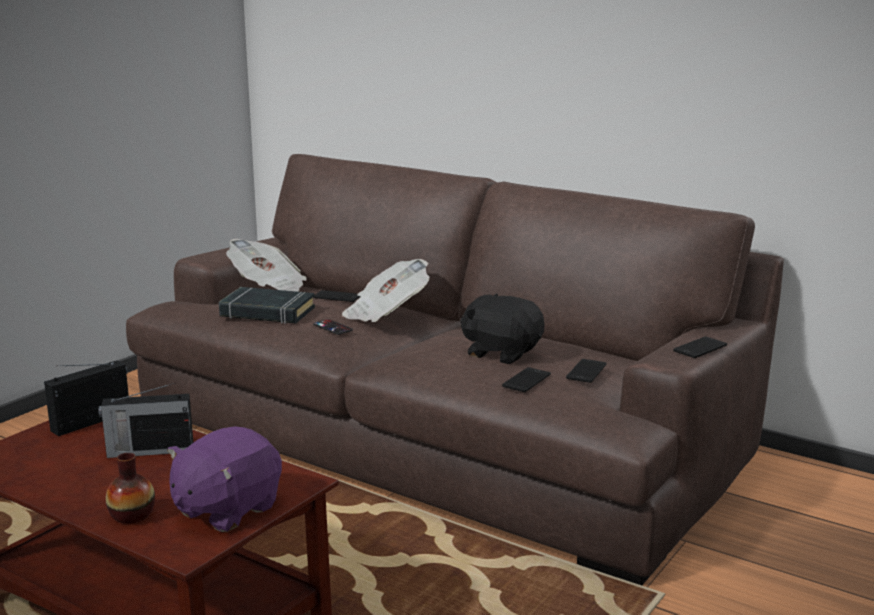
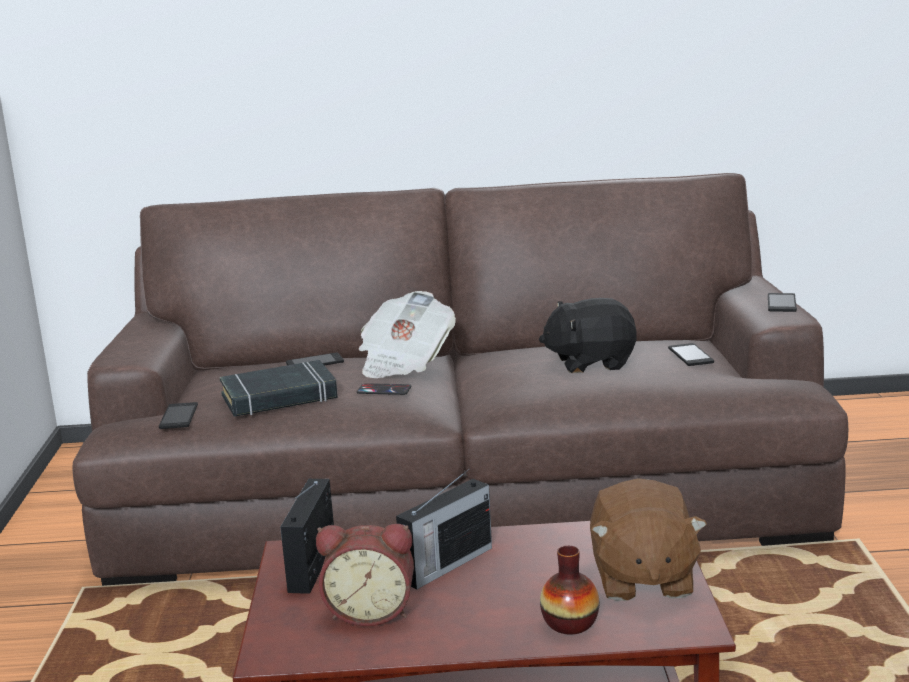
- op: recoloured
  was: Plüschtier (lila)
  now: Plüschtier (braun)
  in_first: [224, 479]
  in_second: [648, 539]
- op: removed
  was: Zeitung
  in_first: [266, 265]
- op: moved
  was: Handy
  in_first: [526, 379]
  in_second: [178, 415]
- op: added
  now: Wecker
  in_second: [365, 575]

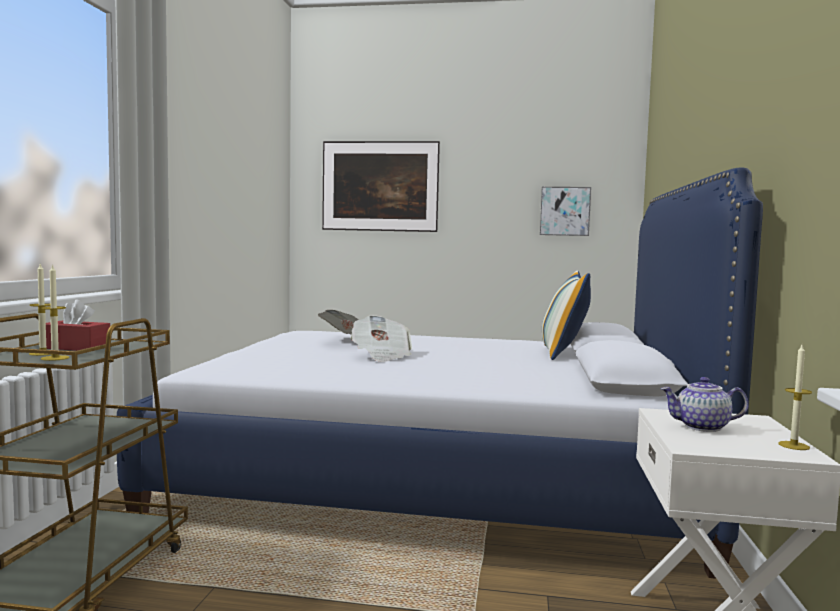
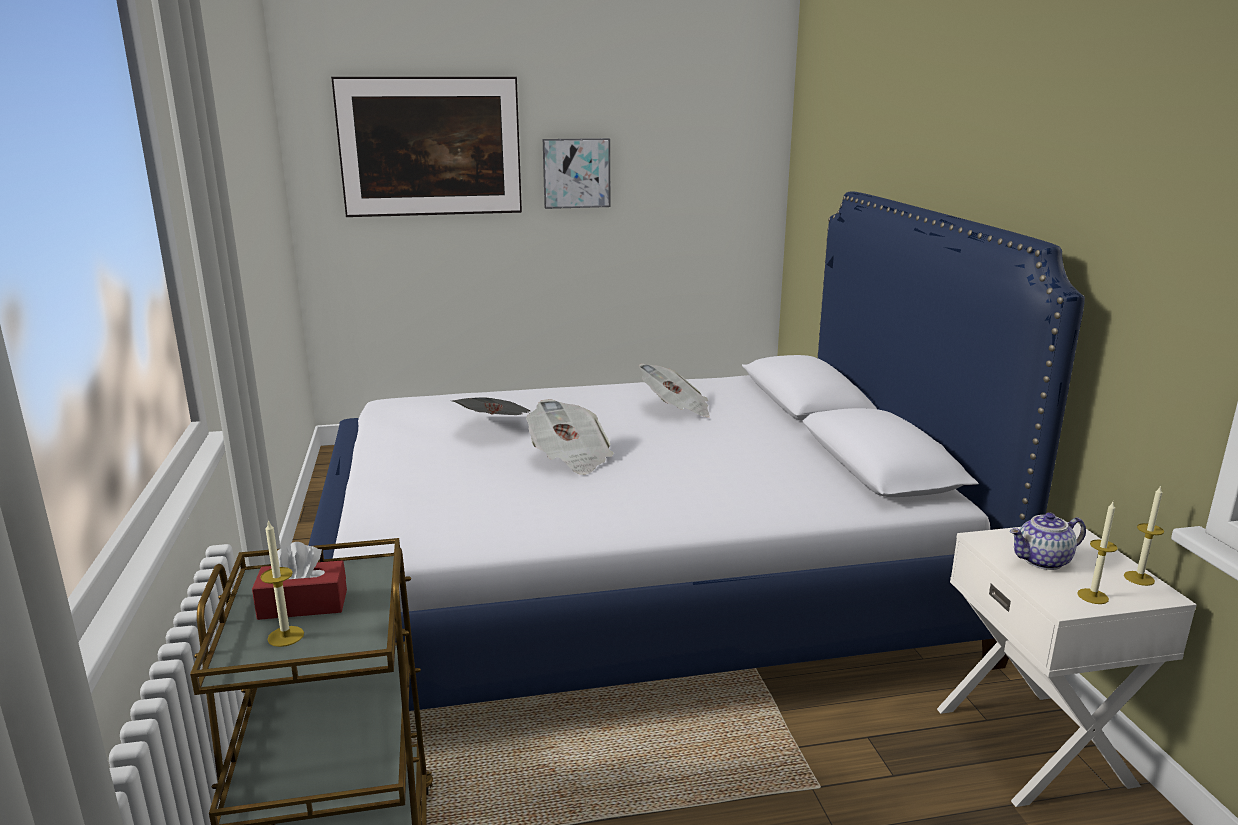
- op: moved
  was: Kerze
  in_first: [55, 312]
  in_second: [1097, 553]
- op: moved
  was: Bild
  in_first: [565, 211]
  in_second: [576, 173]
- op: removed
  was: Kissen
  in_first: [566, 315]
- op: added
  now: Zeitung
  in_second: [674, 390]

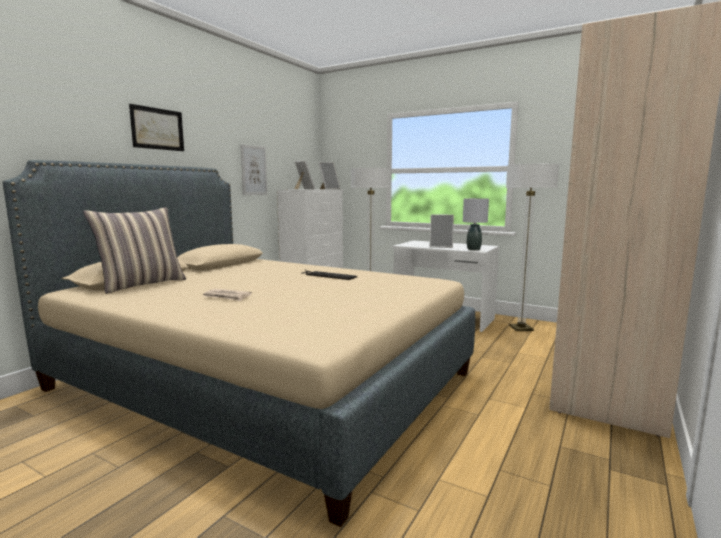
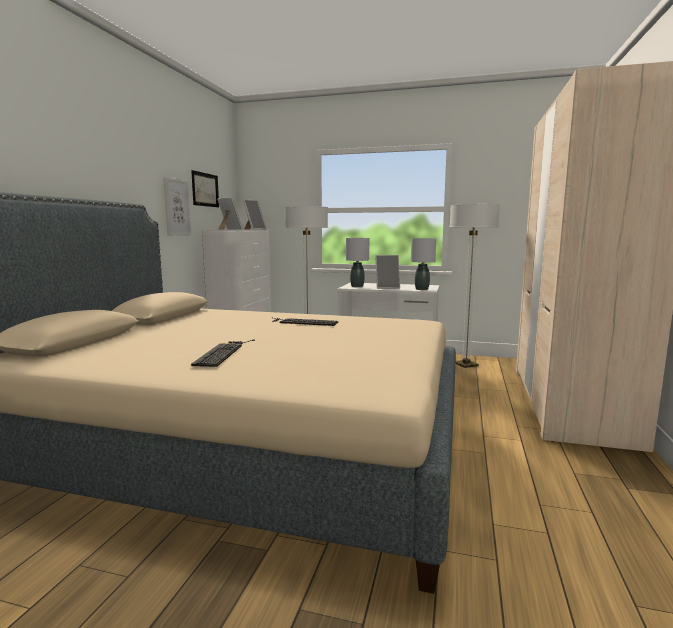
- op: removed
  was: Kissen
  in_first: [134, 250]
- op: moved
  was: Bild
  in_first: [156, 127]
  in_second: [205, 188]
- op: replaced
  was: Zeitung
  now: Tastatur
  in_first: [227, 295]
  in_second: [223, 353]
- op: added
  now: Tischlampe (grau)
  in_second: [357, 262]

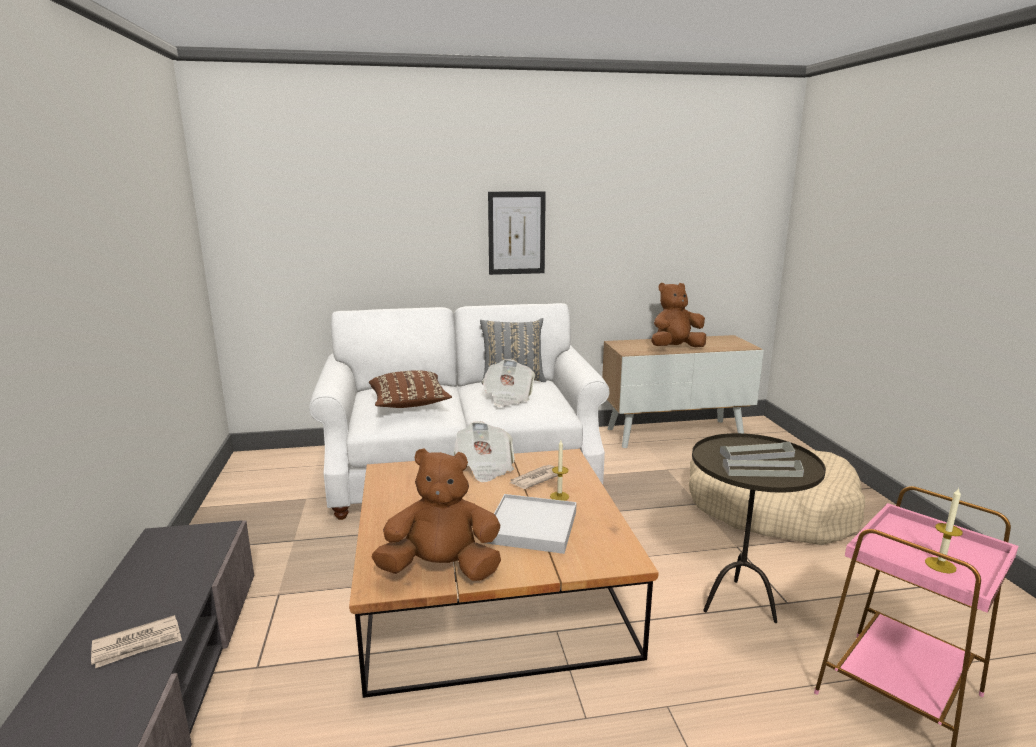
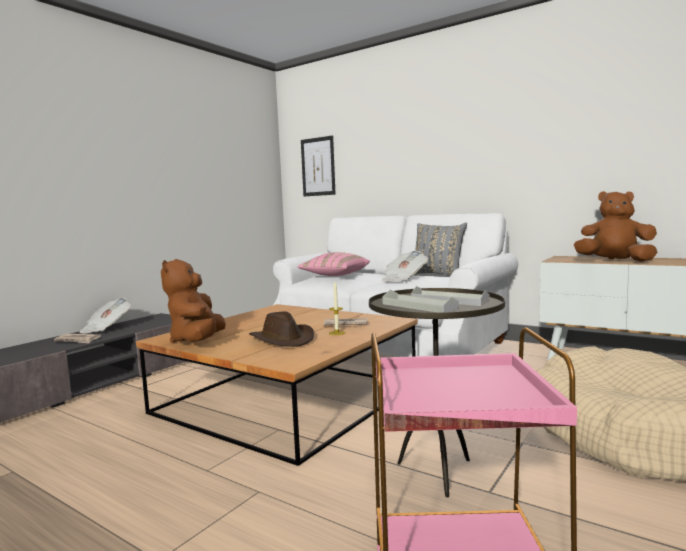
- op: recoloured
  was: Kissen (braun)
  now: Kissen (rosa)
  in_first: [410, 389]
  in_second: [333, 264]
- op: turned
  was: Plüschtier (braun)
  in_first: [436, 514]
  in_second: [193, 301]
  clockwise: -135
- op: moved
  was: Zeitung
  in_first: [483, 451]
  in_second: [105, 316]
- op: replaced
  was: Tablett (weiß)
  now: Hut (braun)
  in_first: [531, 524]
  in_second: [281, 329]
- op: moved
  was: Bild
  in_first: [517, 233]
  in_second: [318, 165]
- op: removed
  was: Kerze
  in_first: [944, 530]

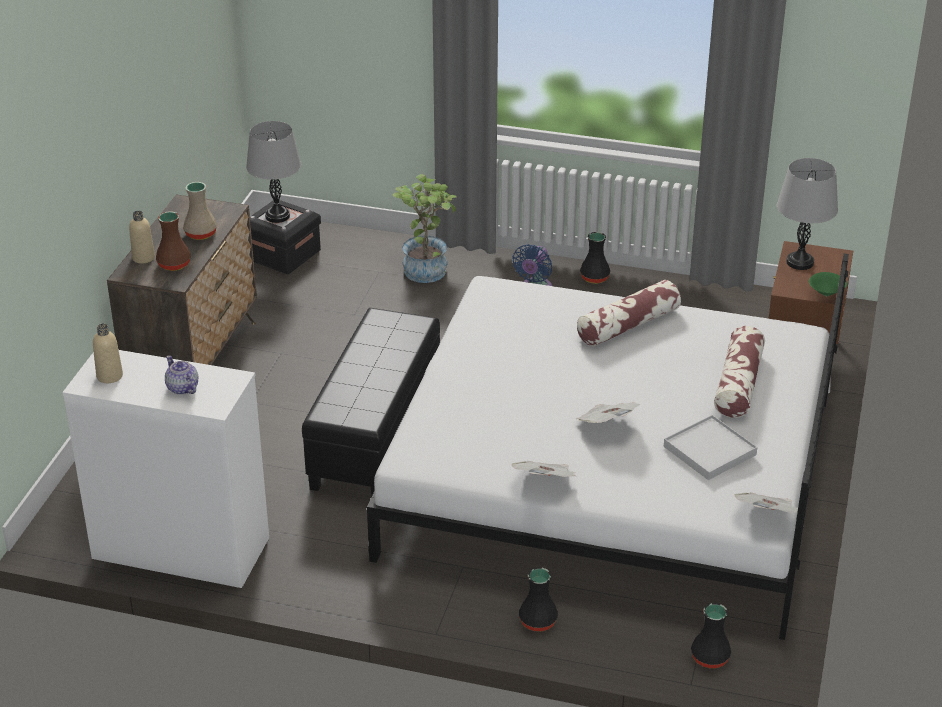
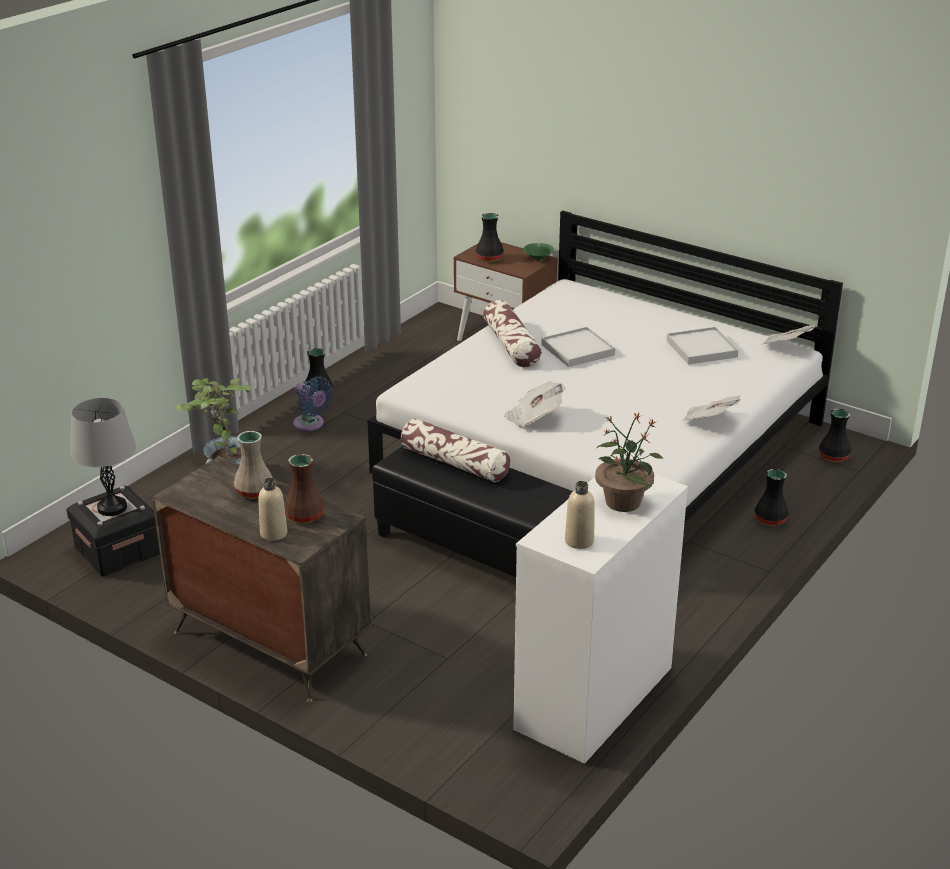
- op: replaced
  was: Teekanne
  now: Topfpflanze
  in_first: [181, 375]
  in_second: [629, 462]
- op: moved
  was: Zeitung
  in_first: [608, 412]
  in_second: [535, 404]
- op: moved
  was: Kissen
  in_first: [739, 372]
  in_second: [455, 450]
- op: replaced
  was: Tischlampe (grau)
  now: Vase (schwarz)
  in_first: [807, 214]
  in_second: [490, 237]
- op: added
  now: Tablett (weiß)
  in_second: [578, 347]

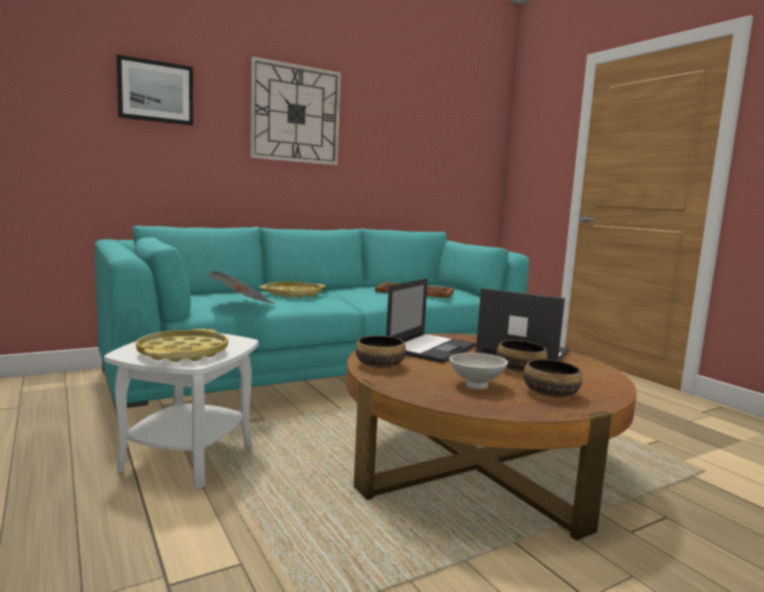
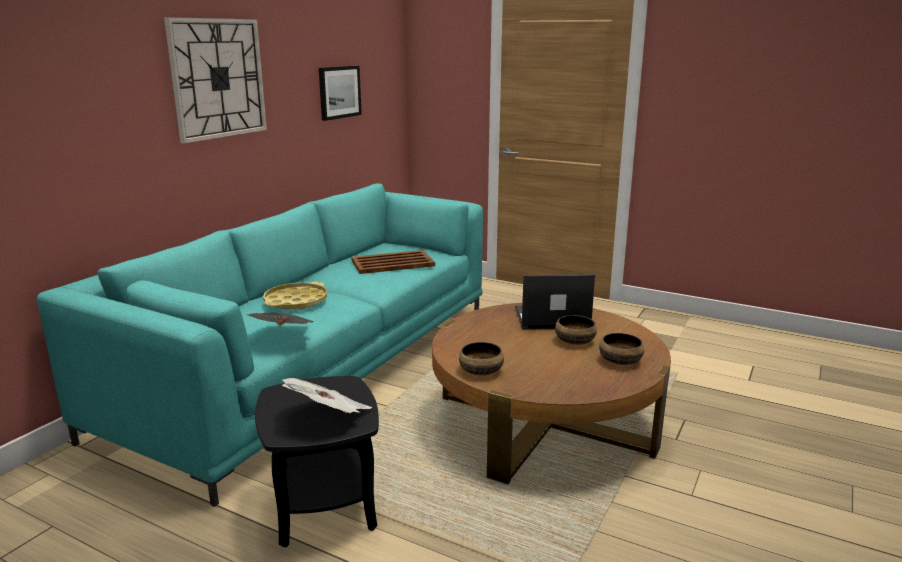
- op: recoloured
  was: Beistelltisch (weiß)
  now: Beistelltisch (schwarz)
  in_first: [181, 411]
  in_second: [317, 461]
- op: moved
  was: Bild
  in_first: [155, 90]
  in_second: [340, 93]
- op: replaced
  was: Tablett (gelb)
  now: Zeitung
  in_first: [182, 345]
  in_second: [327, 395]
- op: removed
  was: Laptop
  in_first: [431, 320]
- op: removed
  was: Schüssel (weiß)
  in_first: [478, 371]

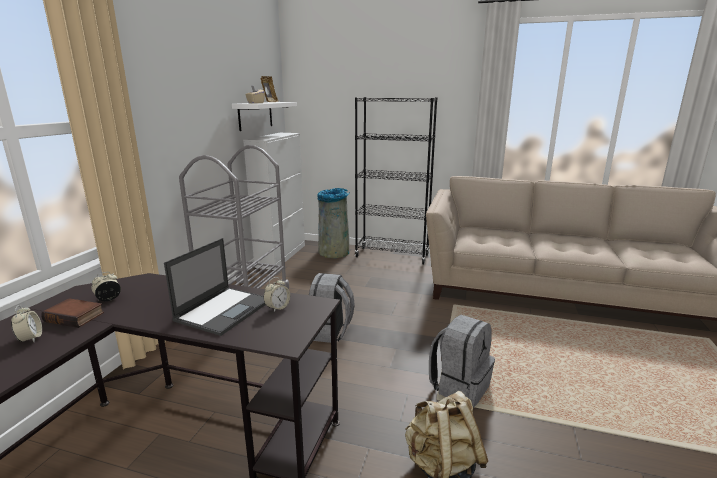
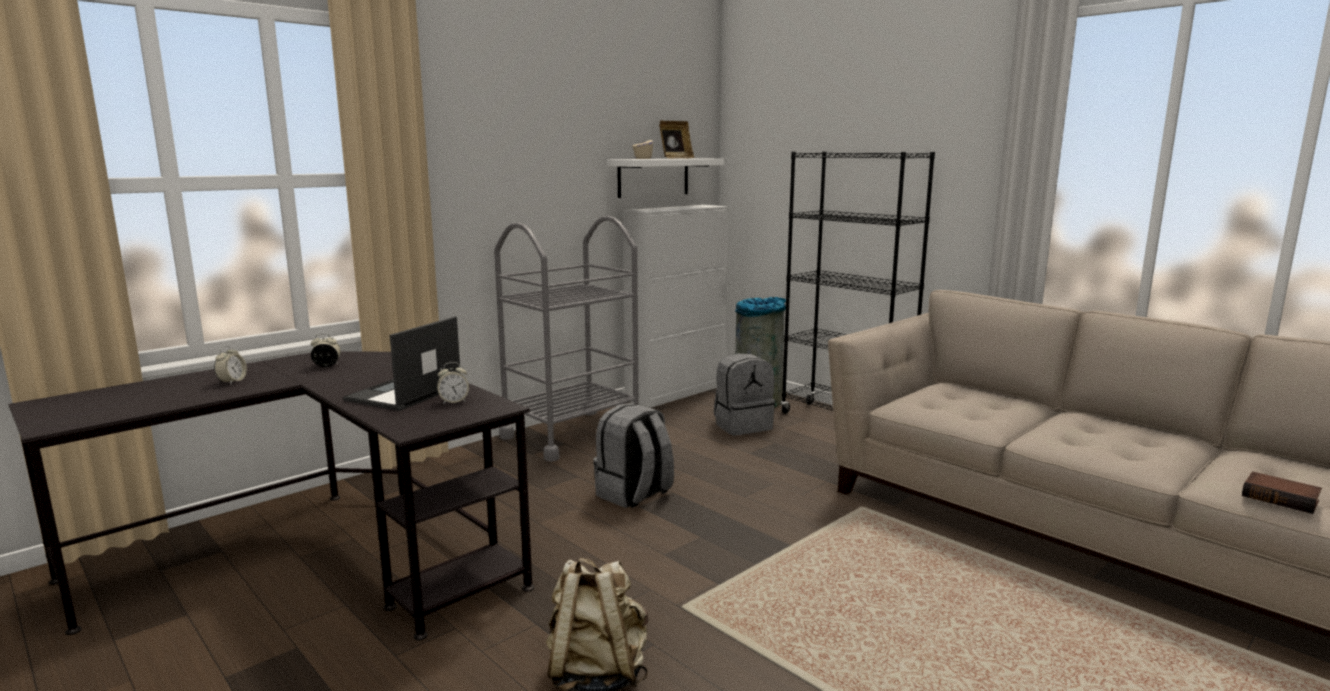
- op: moved
  was: Buch
  in_first: [72, 313]
  in_second: [1282, 493]
- op: turned
  was: Laptop
  in_first: [215, 287]
  in_second: [401, 363]
  clockwise: 150
- op: moved
  was: Rucksack (grau)
  in_first: [462, 361]
  in_second: [744, 394]

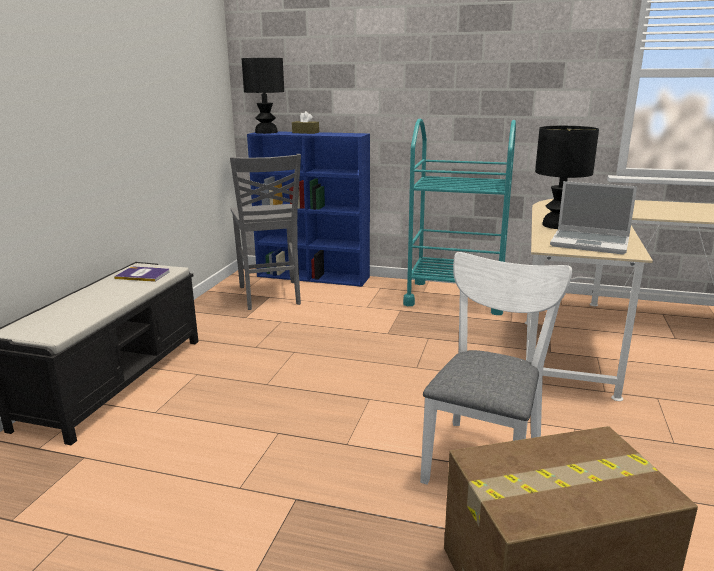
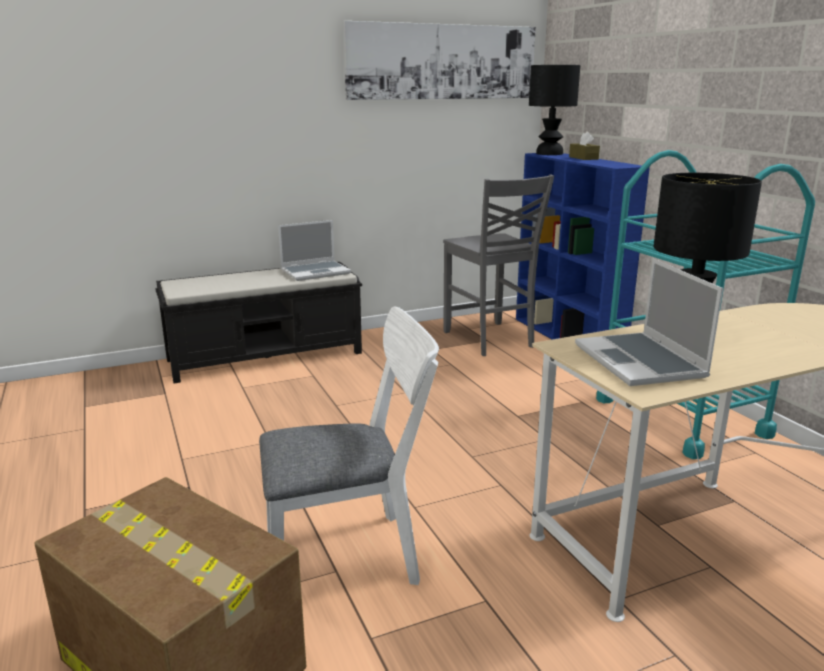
- op: replaced
  was: Buch
  now: Laptop
  in_first: [141, 274]
  in_second: [314, 250]
- op: turned
  was: Stuhl (grau)
  in_first: [265, 232]
  in_second: [498, 265]
  clockwise: -60
- op: added
  now: Bild
  in_second: [439, 60]

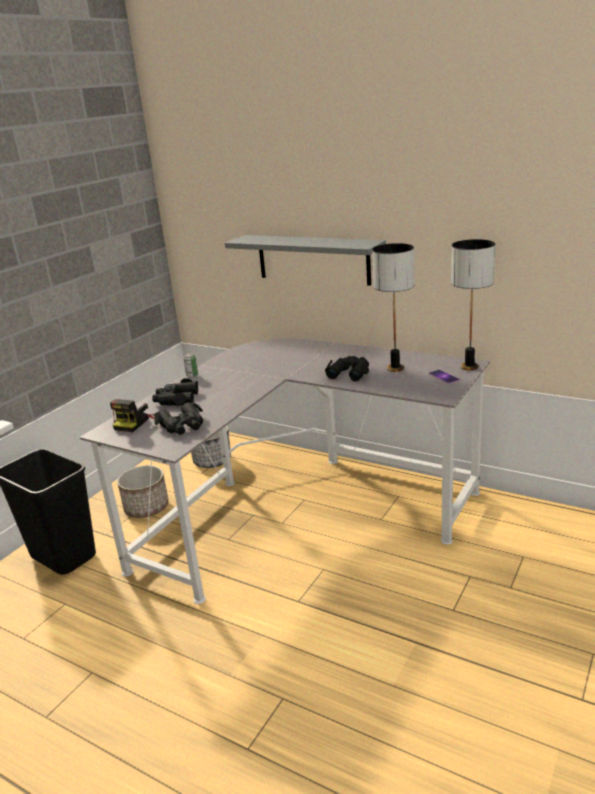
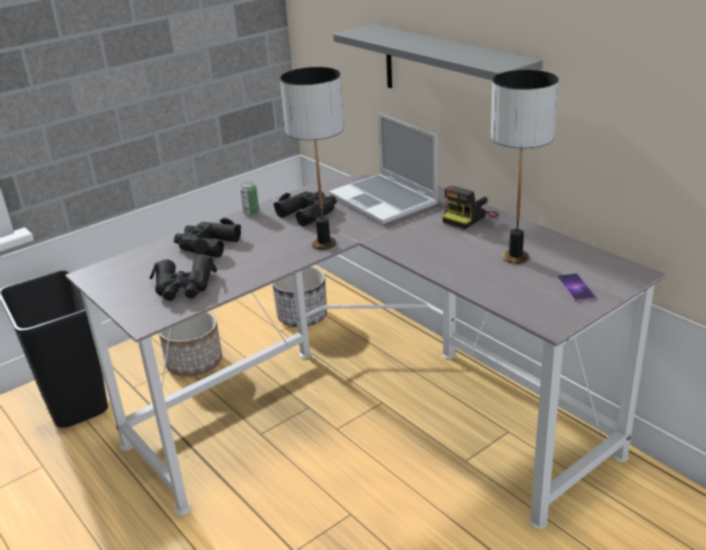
- op: moved
  was: Kamera
  in_first: [132, 415]
  in_second: [470, 207]
- op: moved
  was: Fernglas (schwarz)
  in_first: [347, 368]
  in_second: [305, 209]
- op: moved
  was: Tischlampe
  in_first: [473, 304]
  in_second: [312, 158]
- op: added
  now: Laptop
  in_second: [383, 169]

